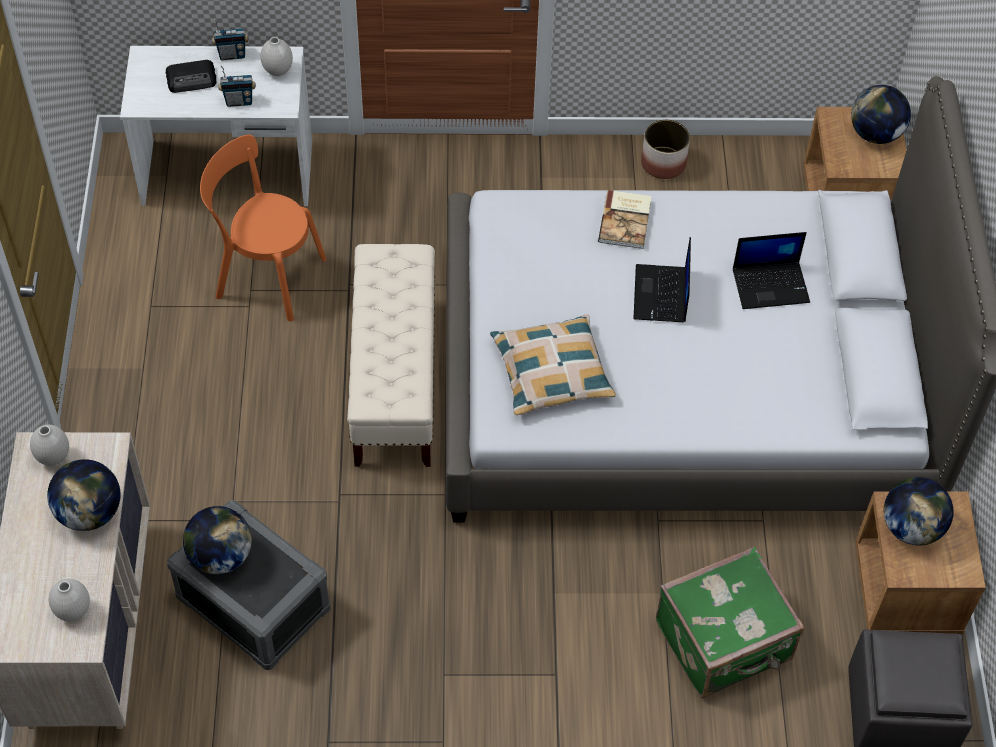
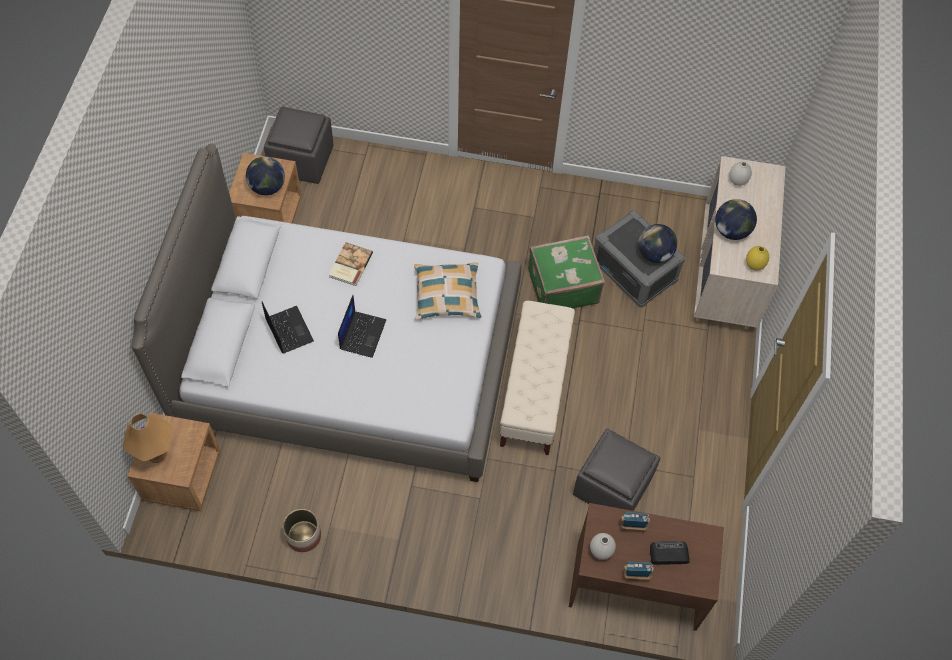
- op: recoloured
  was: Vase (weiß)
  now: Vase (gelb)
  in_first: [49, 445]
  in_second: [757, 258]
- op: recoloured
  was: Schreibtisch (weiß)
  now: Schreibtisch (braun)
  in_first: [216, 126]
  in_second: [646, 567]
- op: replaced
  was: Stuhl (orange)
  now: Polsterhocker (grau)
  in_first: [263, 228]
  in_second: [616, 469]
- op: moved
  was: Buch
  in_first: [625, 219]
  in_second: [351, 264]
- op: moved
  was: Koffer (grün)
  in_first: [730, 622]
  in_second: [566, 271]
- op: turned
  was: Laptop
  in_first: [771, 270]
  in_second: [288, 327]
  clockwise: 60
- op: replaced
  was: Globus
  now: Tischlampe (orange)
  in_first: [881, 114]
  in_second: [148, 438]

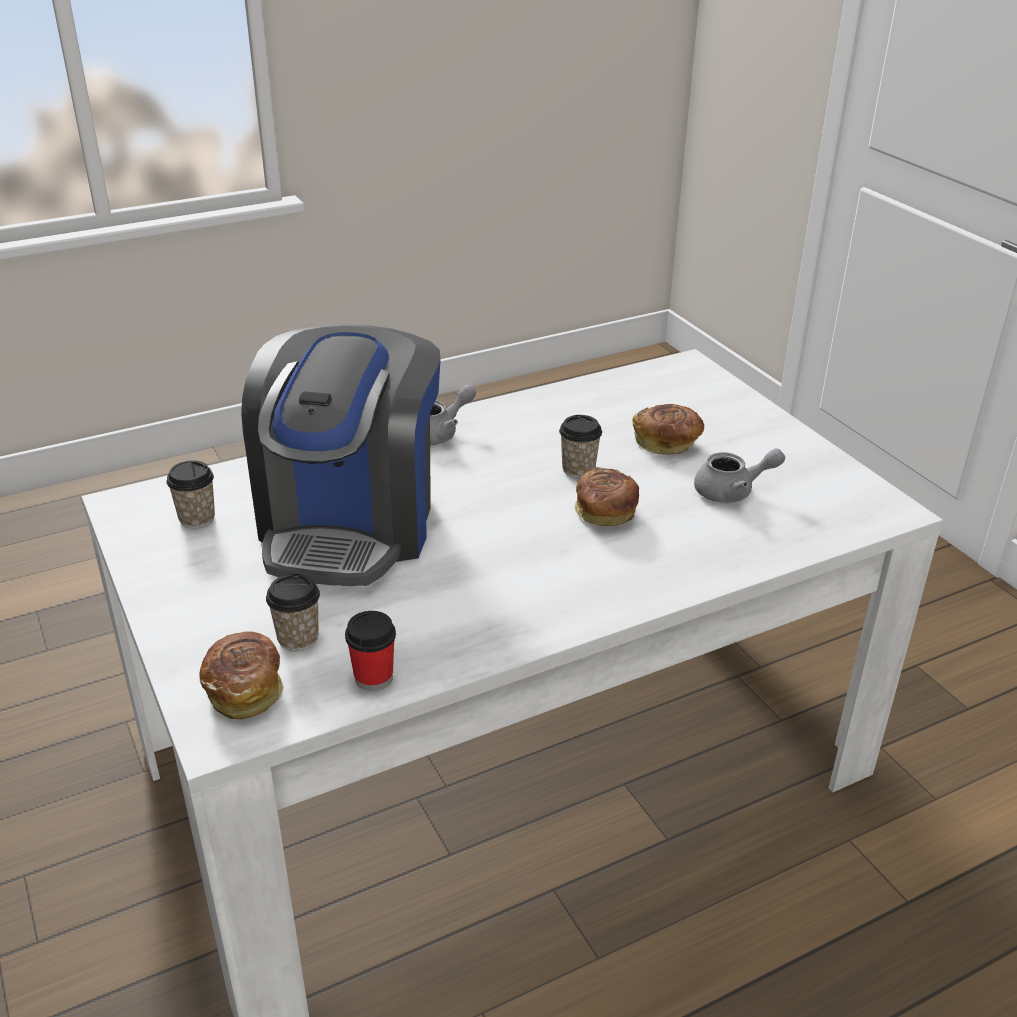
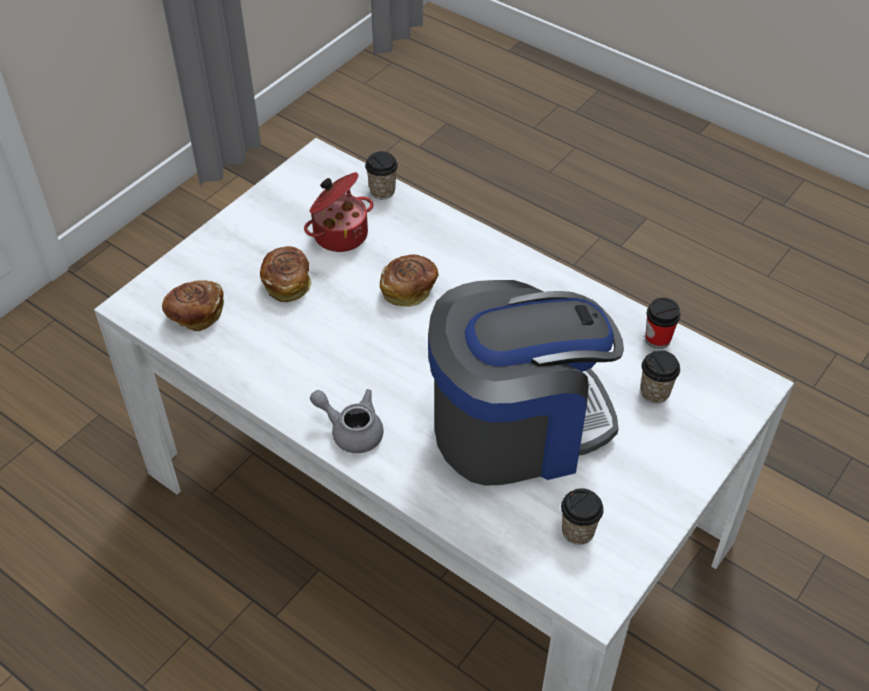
- op: moved
  was: Brot
  in_first: [241, 675]
  in_second: [193, 305]
- op: moved
  was: Tasse
  in_first: [580, 446]
  in_second: [381, 175]
- op: replaced
  was: Teekanne (grau)
  now: Kochtopf
  in_first: [739, 475]
  in_second: [338, 212]

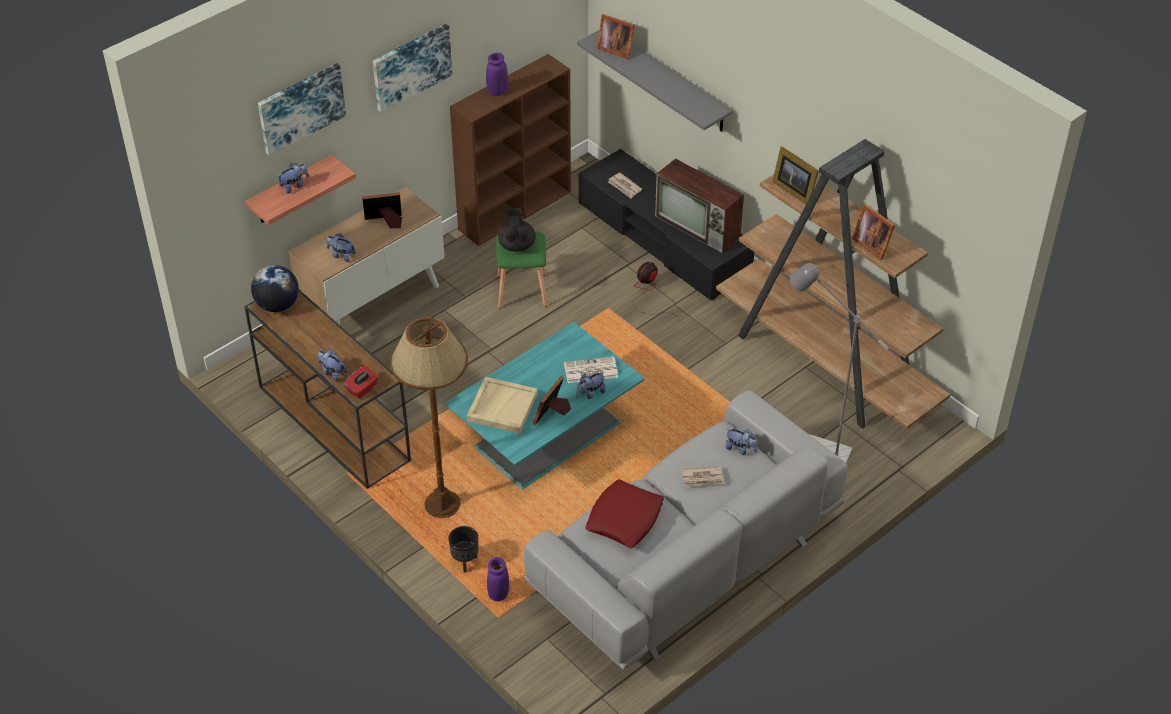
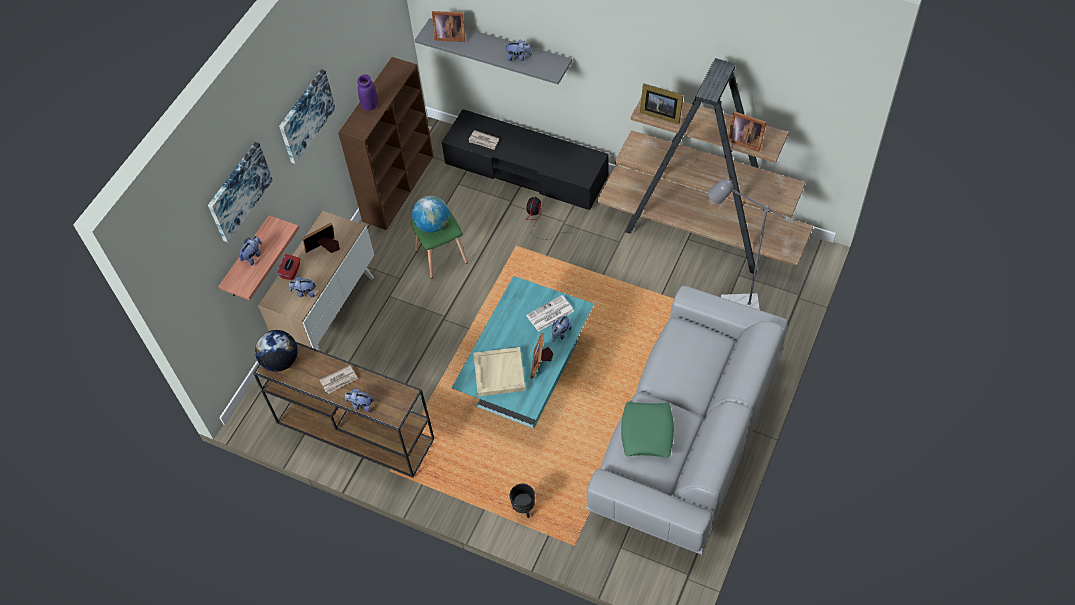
- op: moved
  was: Taschentuchbox (rot)
  in_first: [361, 382]
  in_second: [288, 267]
- op: removed
  was: Stehlampe (braun)
  in_first: [429, 418]
- op: removed
  was: Vase (lila)
  in_first: [498, 579]
- op: replaced
  was: Teekanne (schwarz)
  now: Globus
  in_first: [517, 230]
  in_second: [430, 214]
- op: recoloured
  was: Kissen (rot)
  now: Kissen (grün)
  in_first: [625, 513]
  in_second: [647, 430]
- op: removed
  was: Fernseher
  in_first: [699, 205]
- op: moved
  was: Zeitung
  in_first: [702, 476]
  in_second: [339, 380]
- op: moved
  was: Plüschtier
  in_first: [742, 441]
  in_second: [519, 50]

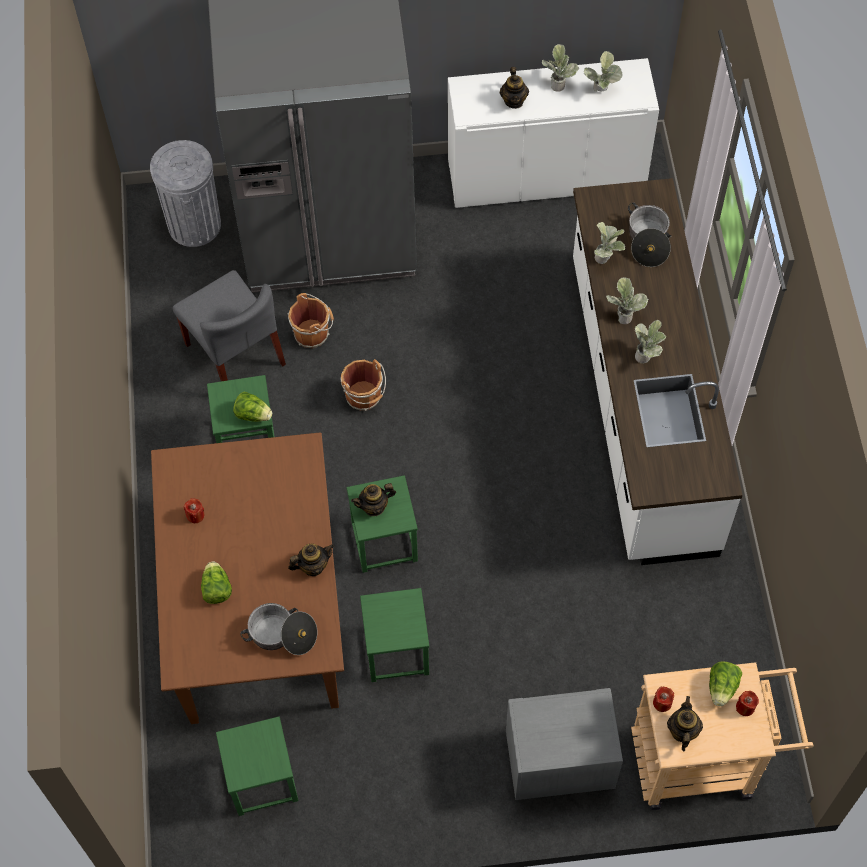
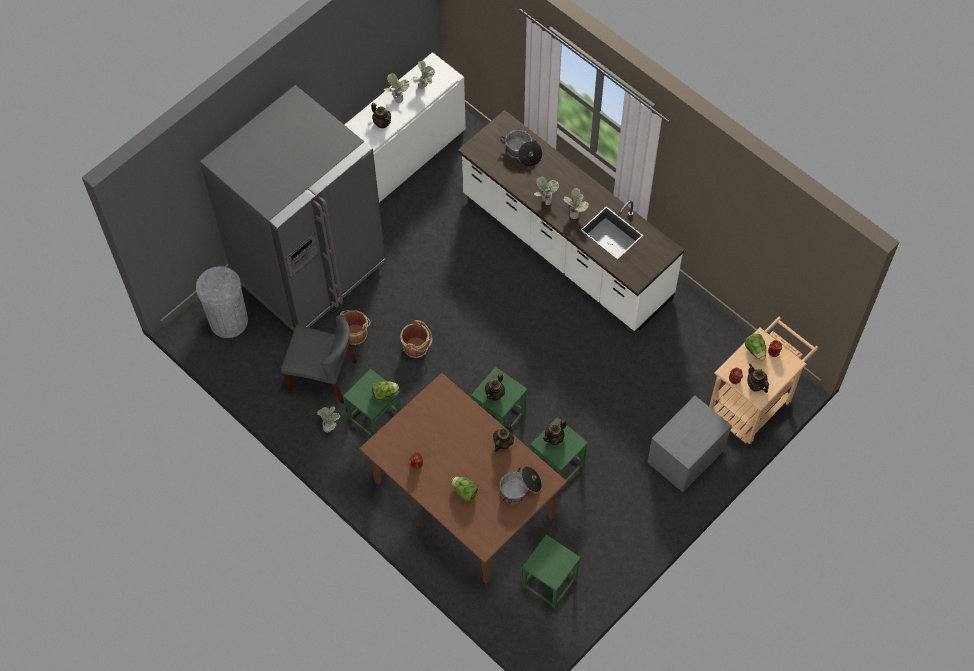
- op: moved
  was: Topfpflanze
  in_first: [609, 243]
  in_second: [328, 419]
- op: added
  now: Teekanne
  in_second: [555, 432]

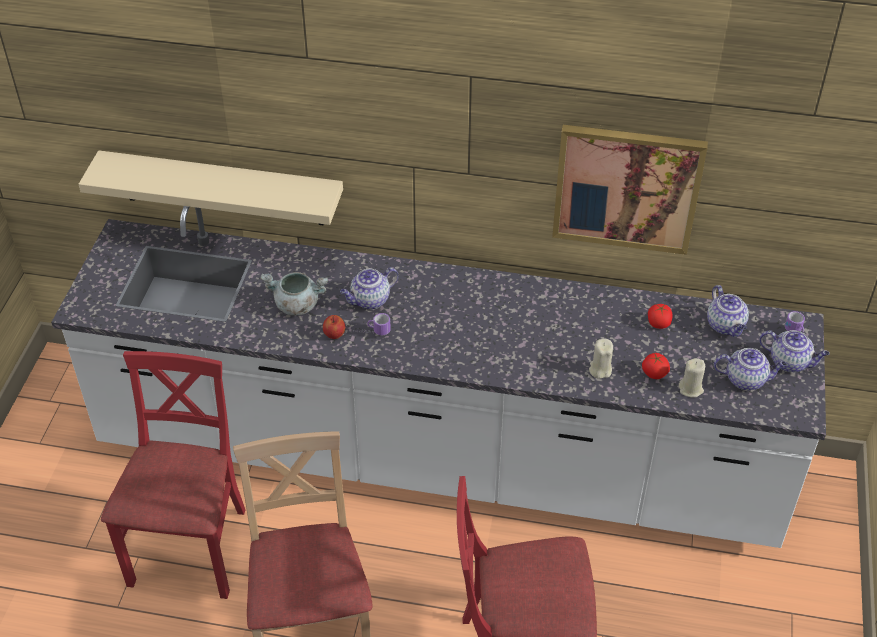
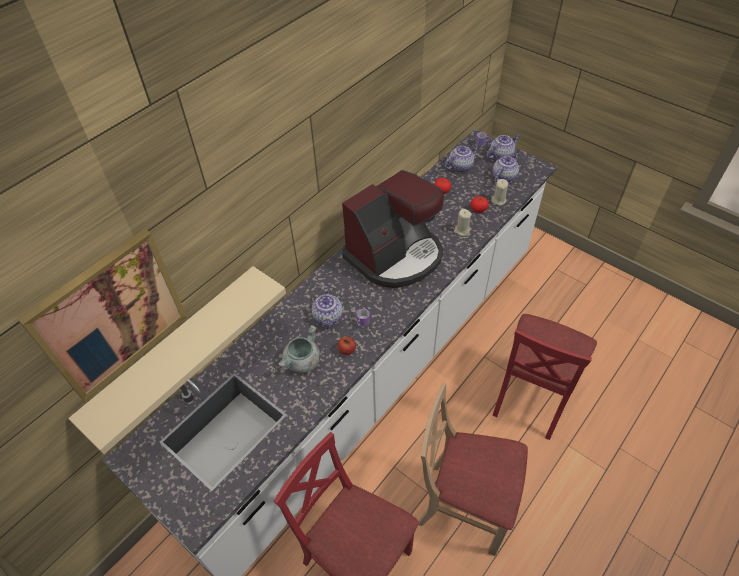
- op: moved
  was: Bild
  in_first: [630, 190]
  in_second: [102, 315]
- op: turned
  was: Teekanne
  in_first: [728, 311]
  in_second: [462, 158]
  clockwise: -45
- op: added
  now: Kaffeemaschine
  in_second: [393, 229]

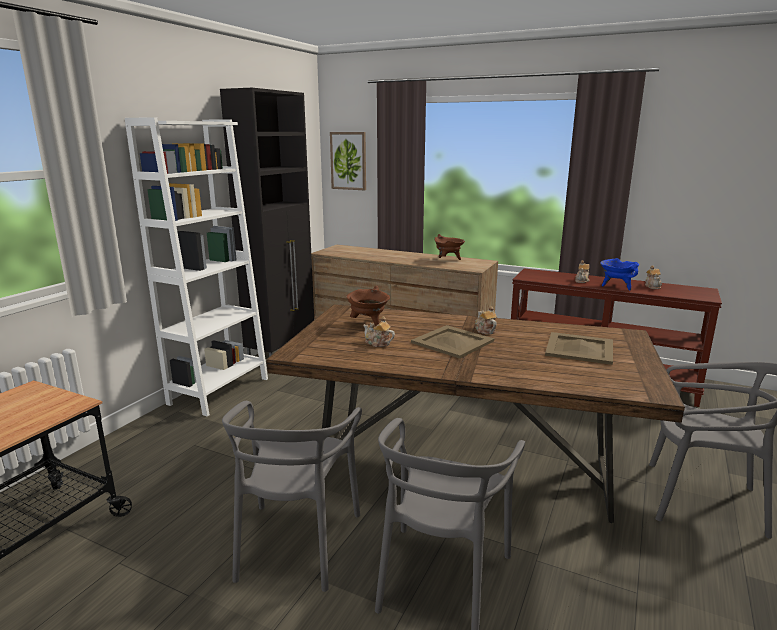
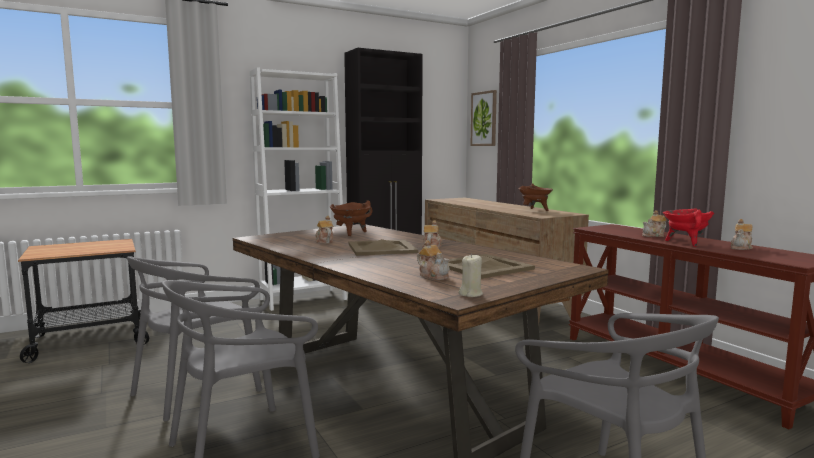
- op: recoloured
  was: Kochtopf (blau)
  now: Kochtopf (rot)
  in_first: [619, 274]
  in_second: [689, 227]
- op: added
  now: Teekanne
  in_second: [433, 260]
- op: added
  now: Kerze (beige)
  in_second: [470, 275]

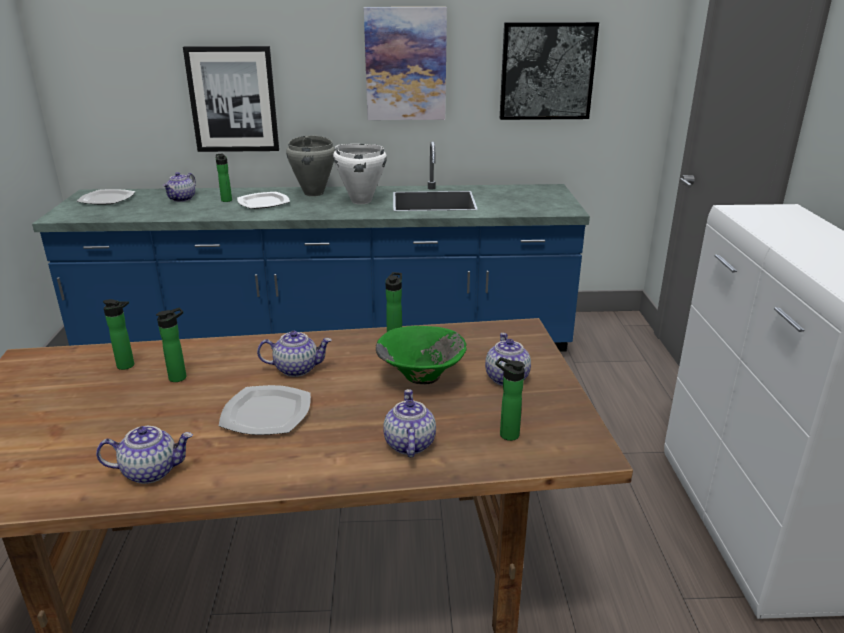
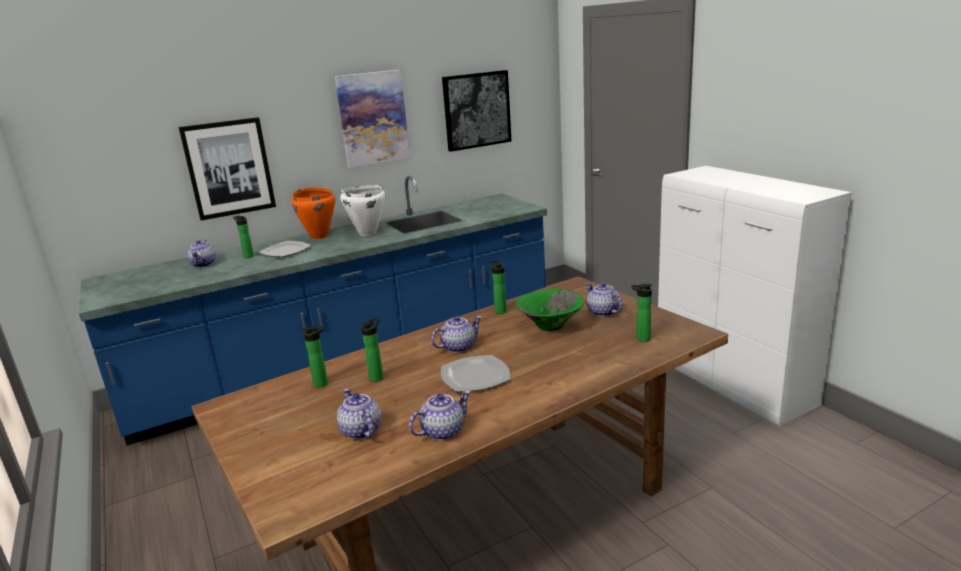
- op: removed
  was: Teller
  in_first: [105, 197]
- op: recoloured
  was: Kochtopf (grau)
  now: Kochtopf (orange)
  in_first: [310, 165]
  in_second: [313, 213]
- op: moved
  was: Teekanne
  in_first: [409, 423]
  in_second: [359, 414]

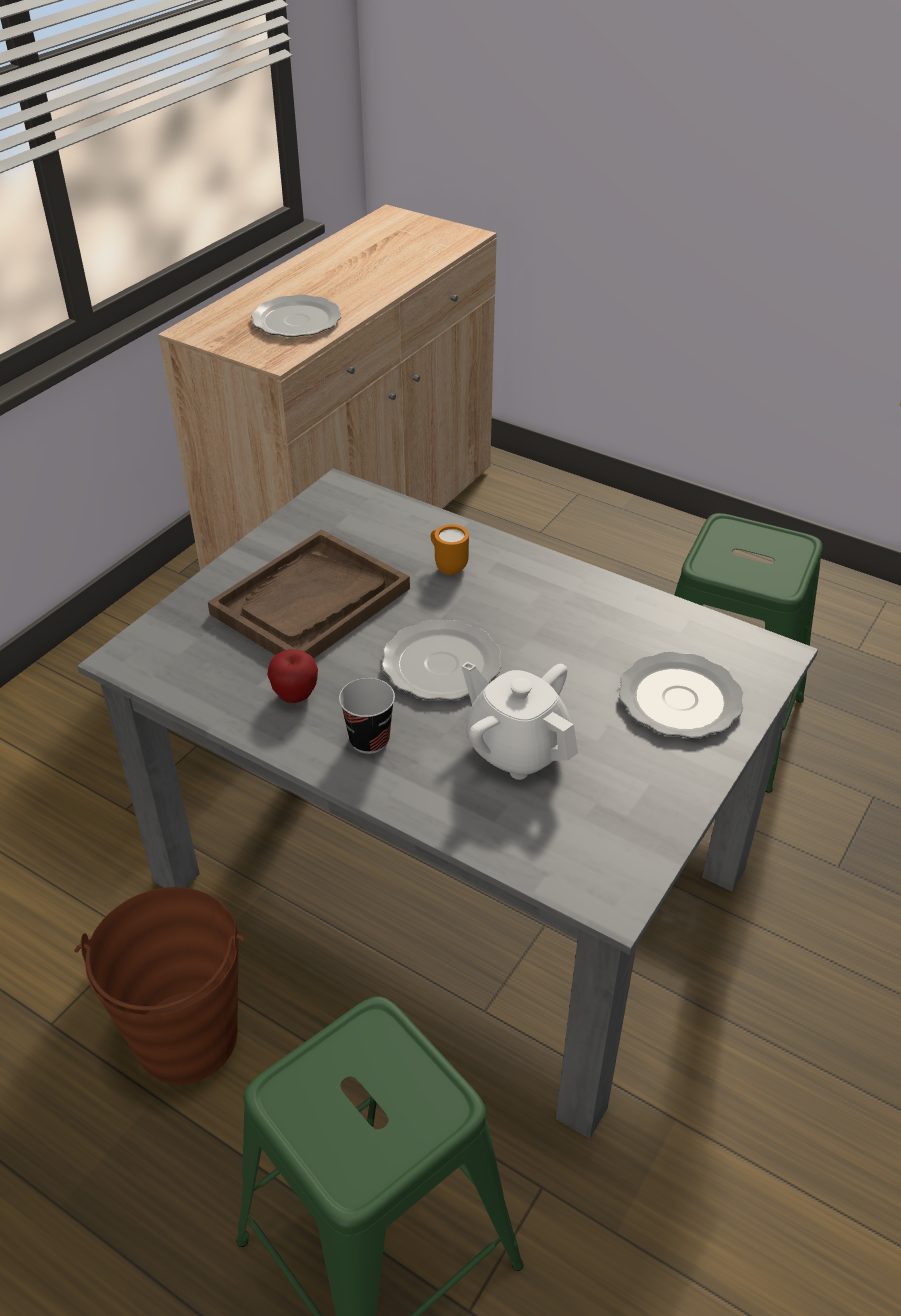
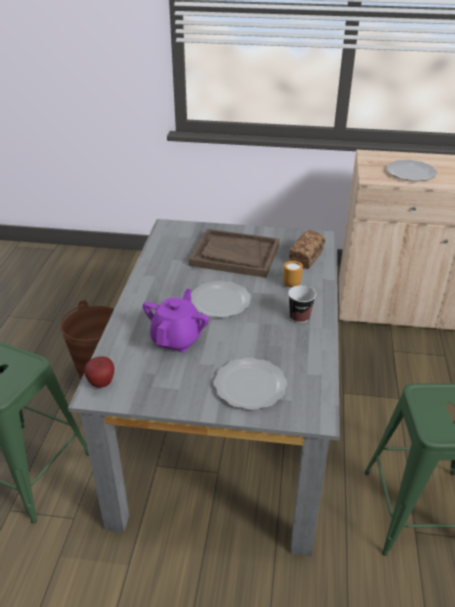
- op: moved
  was: Apfel
  in_first: [292, 676]
  in_second: [99, 372]
- op: moved
  was: Tasse
  in_first: [367, 716]
  in_second: [302, 304]
- op: recoloured
  was: Teekanne (weiß)
  now: Teekanne (lila)
  in_first: [519, 721]
  in_second: [176, 321]
- op: added
  now: Brot
  in_second: [307, 249]

